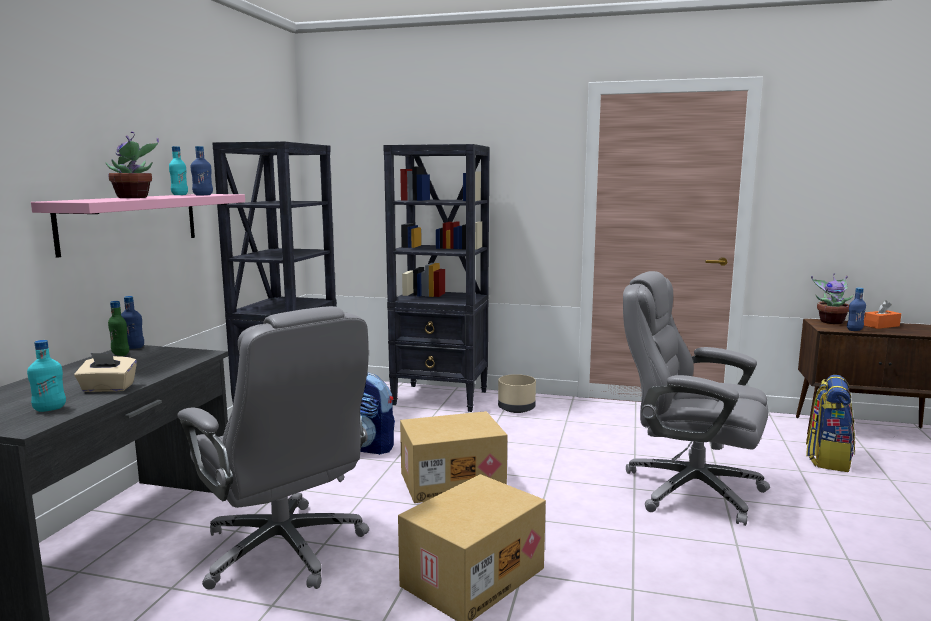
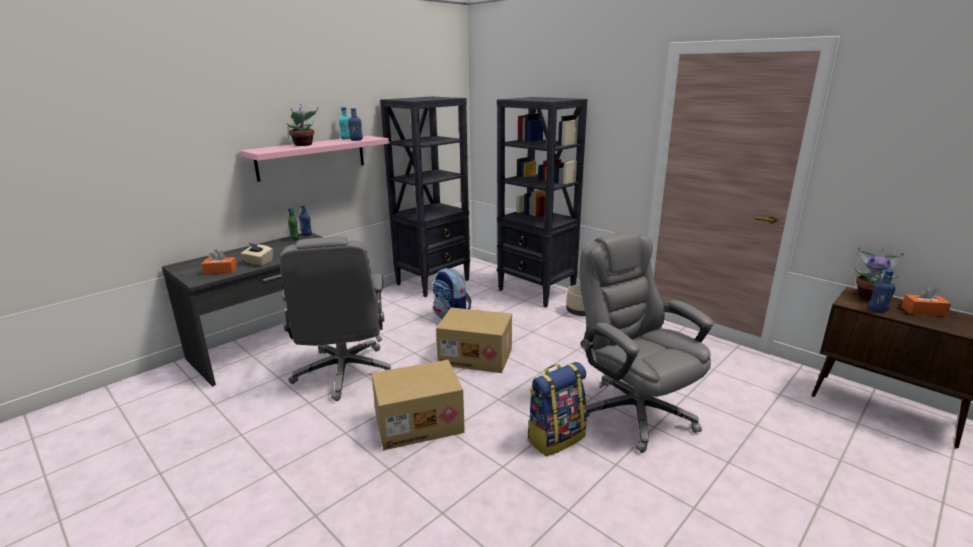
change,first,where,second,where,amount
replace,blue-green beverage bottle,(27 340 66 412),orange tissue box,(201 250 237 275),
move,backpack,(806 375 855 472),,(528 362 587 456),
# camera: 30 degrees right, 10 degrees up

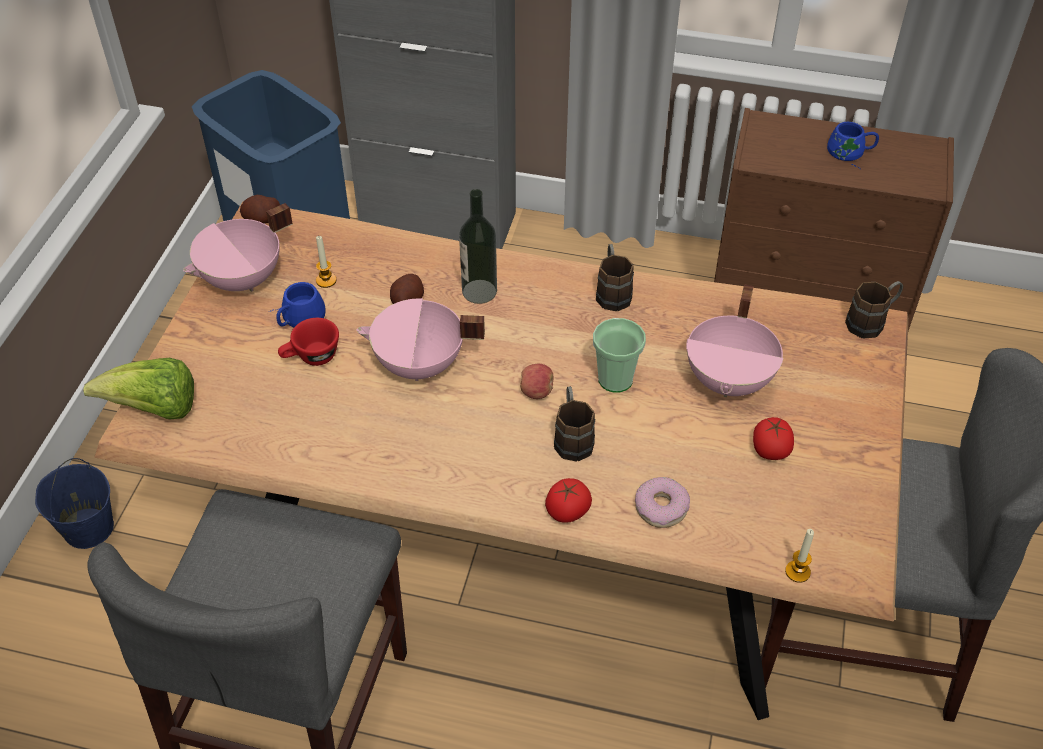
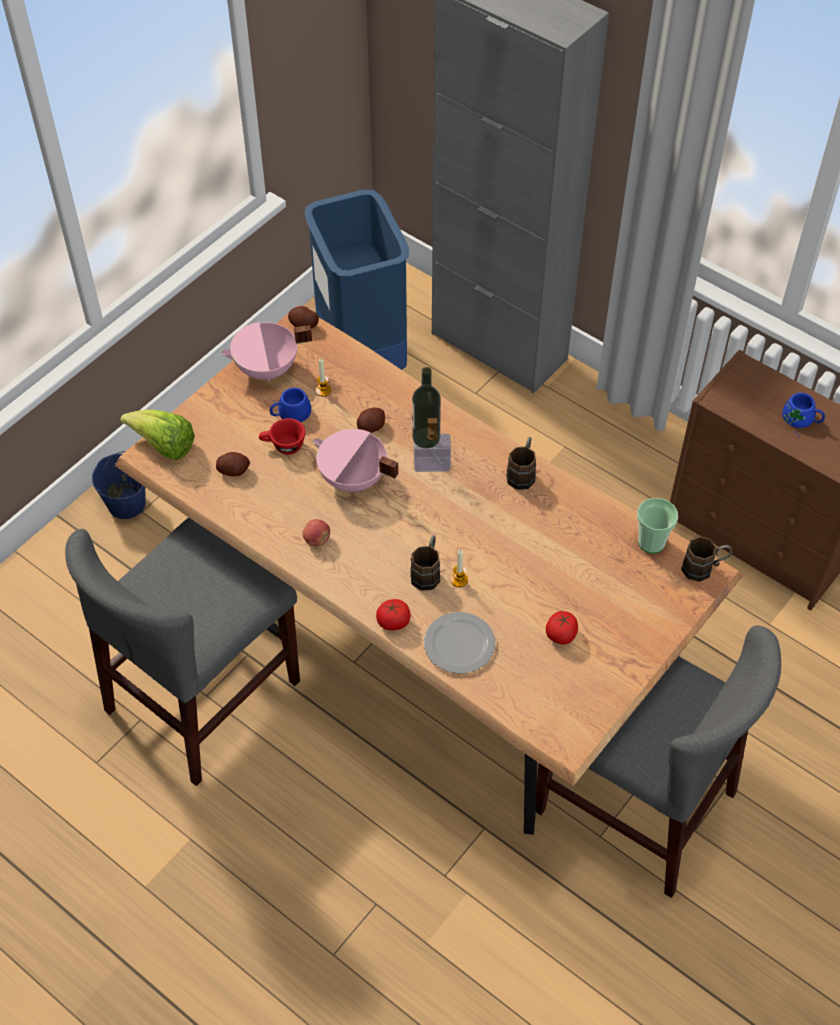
change,first,where,second,where,amount
delete,pink-coloured cooking pot,(686 284 784 397),,,
move,cup,(593 318 646 393),,(637 498 678 554),
move,apple,(520 364 553 399),,(302 519 330 547),
replace,ring doughnut,(635 477 690 528),dinner plate,(424 612 495 674),
move,candle,(785 529 814 583),,(451 550 468 587),
insert,,,soap dispenser,(414 418 451 472),
insert,,,whole potato,(216 452 250 476),
# camera: 25 degrees right, 5 degrees up

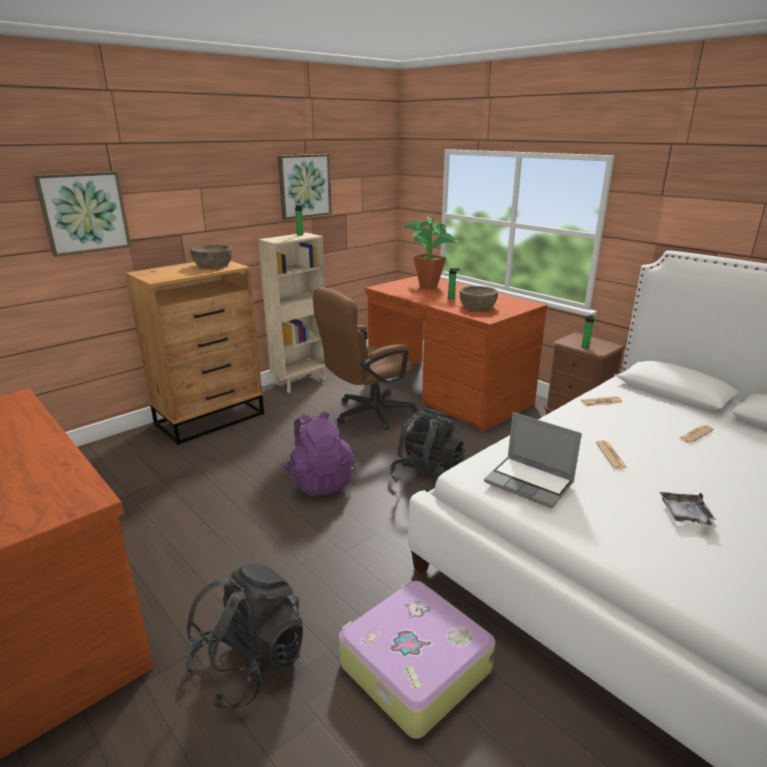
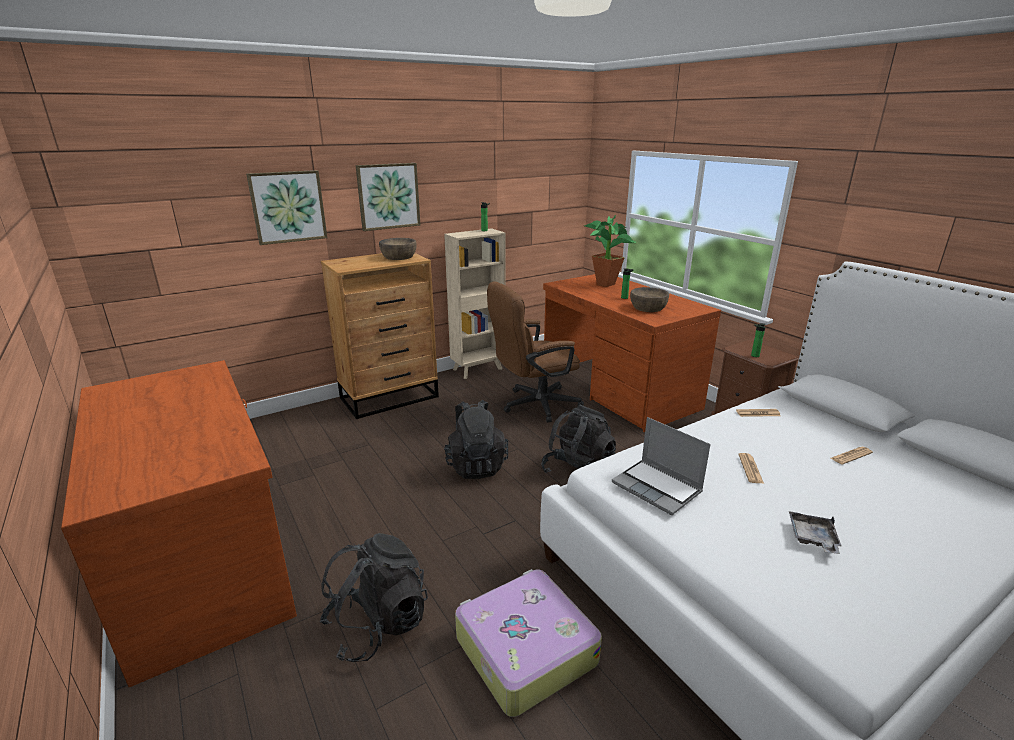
change,first,where,second,where,amount
move,wall art,(278 154 332 220),,(356 163 420 231),
recolor,purple-coloured backpack,(284 411 355 496),blackish backpack,(444 400 508 479),
# camera: 10 degrees right, 0 degrees up

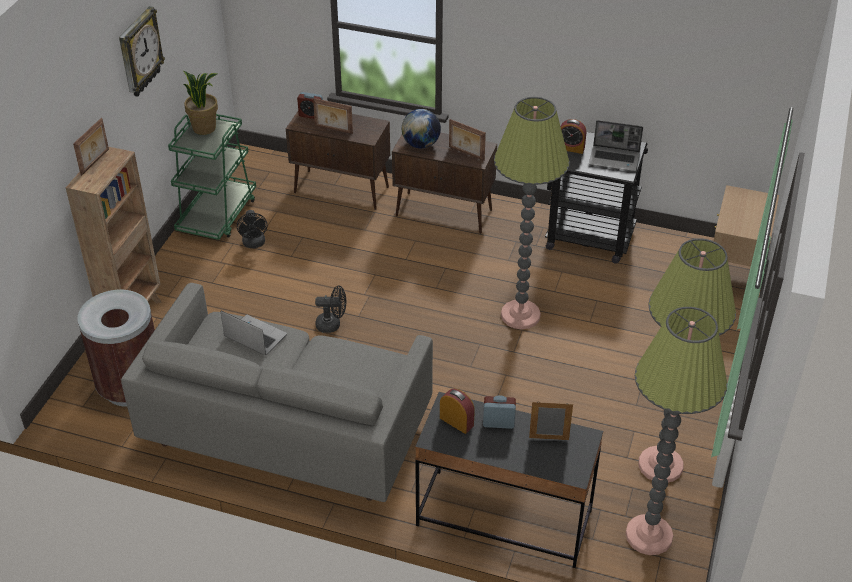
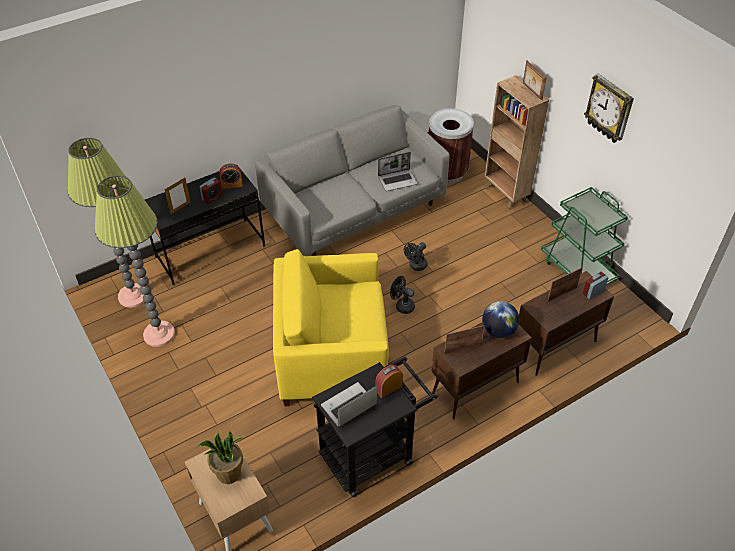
change,first,where,second,where,amount
move,houseplant,(184 71 218 135),,(198 430 243 484),
replace,floor lamp,(494 97 569 329),yellowish armchair,(273 249 389 406),
move,blackish cooling fan,(237 210 268 248),,(390 276 415 314),
# camera: 130 degrees right, 5 degrees up

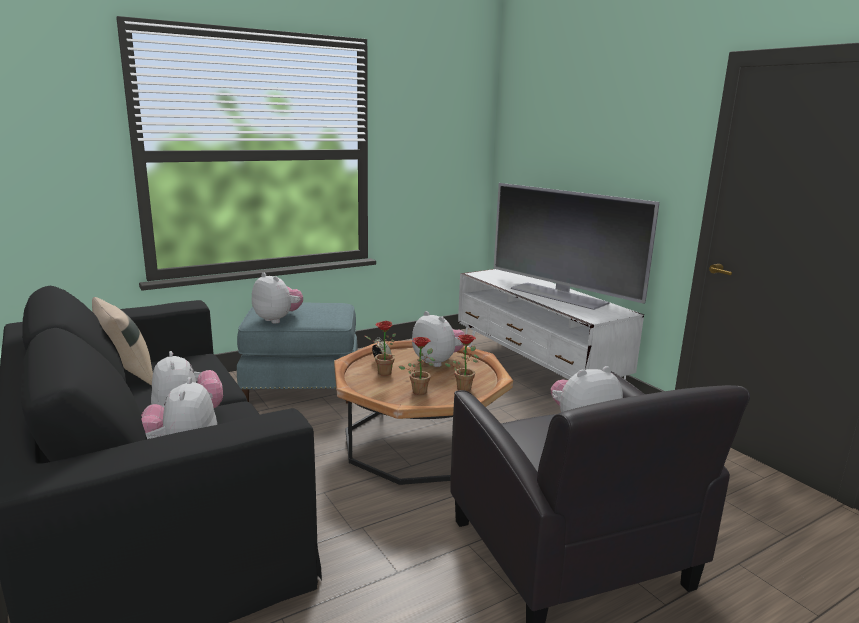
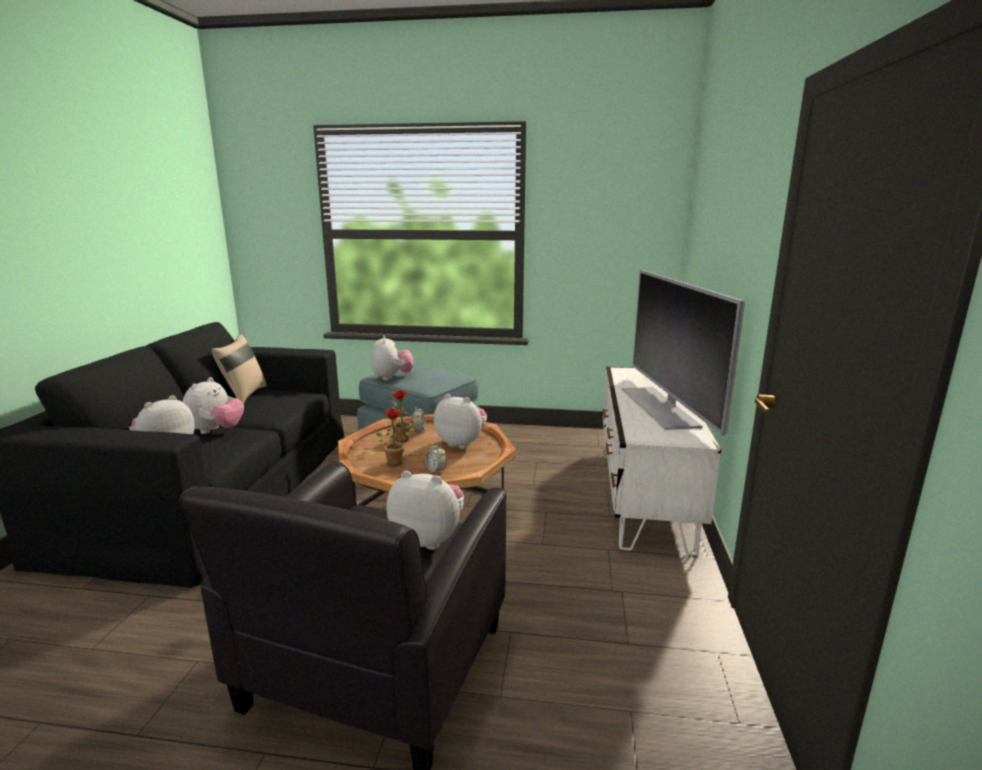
change,first,where,second,where,amount
rotate,cuddly toy,(412 311 465 367),,(434 394 487 449),60 degrees counterclockwise
replace,houseplant,(445 335 479 391),bedside clock,(425 442 447 474),
# camera: 40 degrees right, 0 degrees up

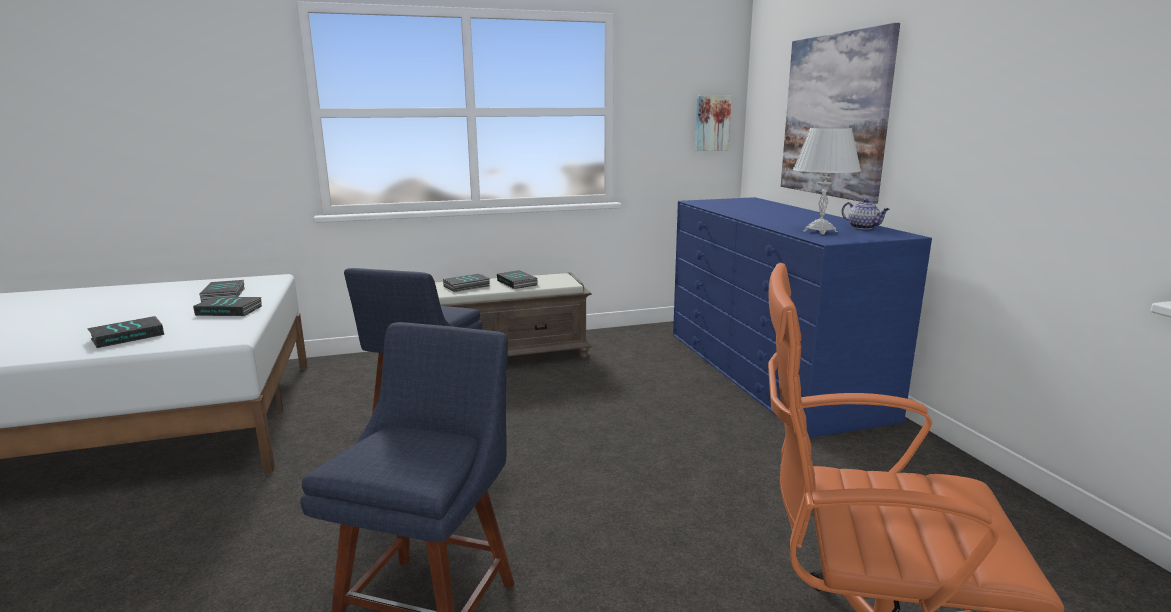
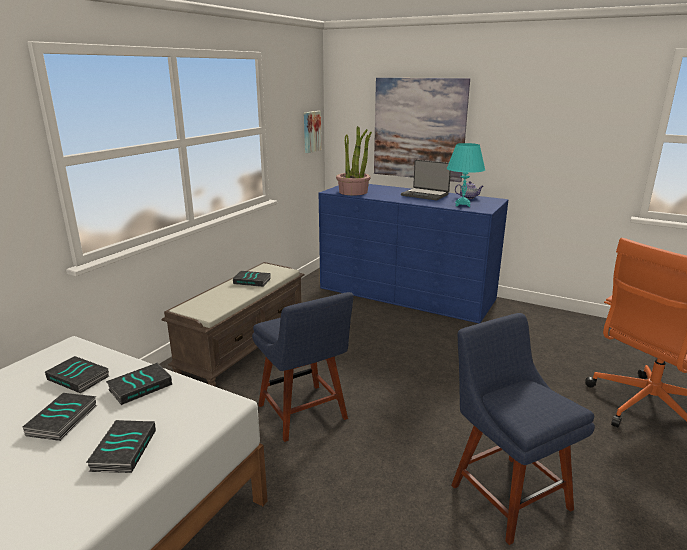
change,first,where,second,where,amount
recolor,whitish table lamp,(793 128 861 235),blue-green table lamp,(447 143 485 207),
move,bound book,(443 274 490 292),,(23 393 98 441),
insert,,,houseplant,(336 126 372 195),
insert,,,laptop,(401 160 451 200),
# camera: 45 degrees left, 5 degrees up

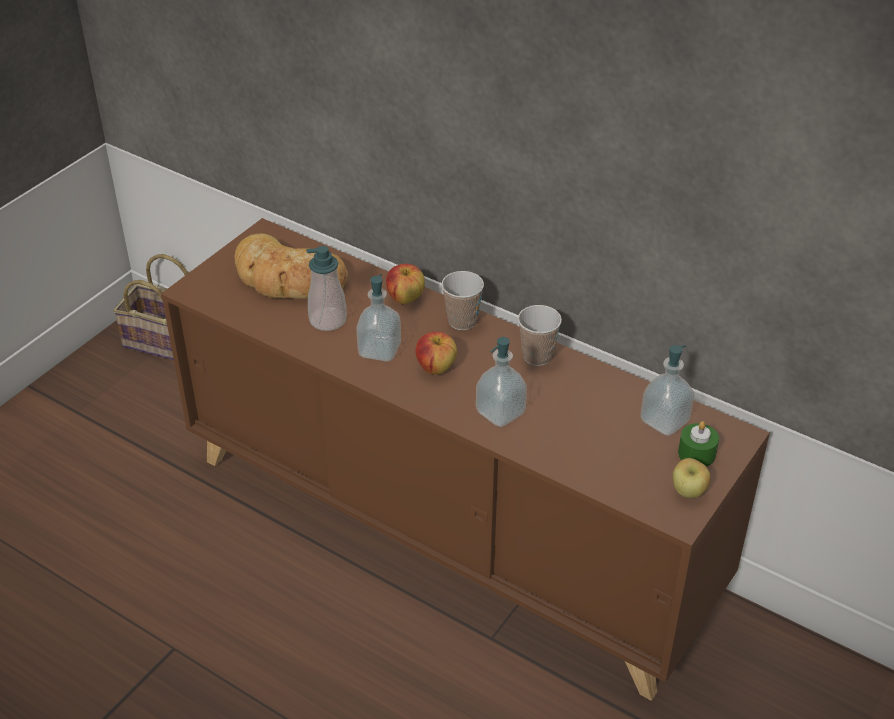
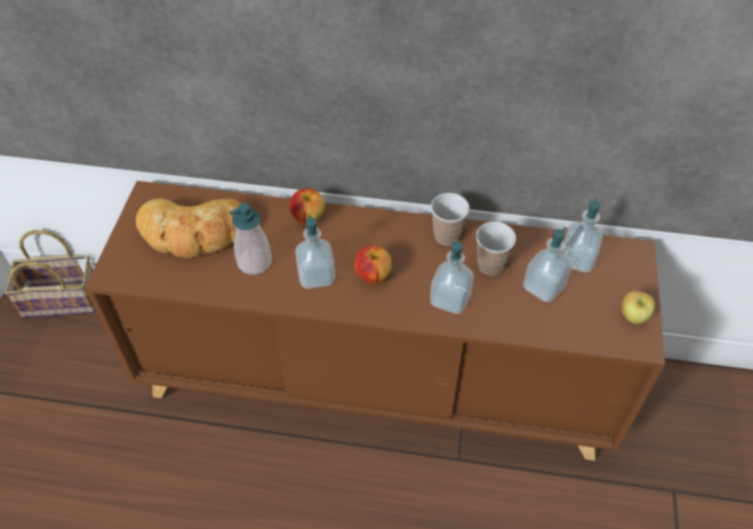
change,first,where,second,where,amount
move,cup,(442 271 484 330),,(476 222 516 275),
delete,greenish candle,(678 421 719 467),,,
insert,,,soap dispenser,(523 228 571 302),
# camera: 25 degrees left, 10 degrees up

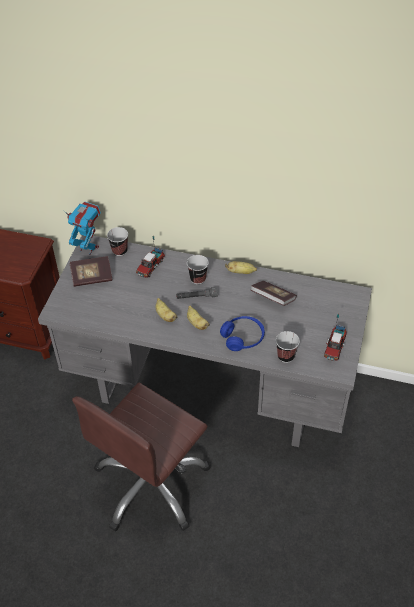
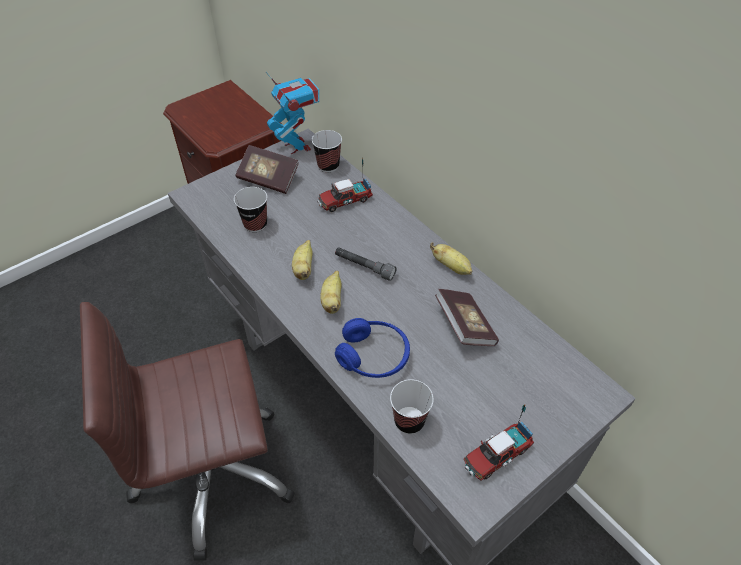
change,first,where,second,where,amount
move,cup,(187 255 209 284),,(234 187 267 232),
# camera: 35 degrees right, 0 degrees up

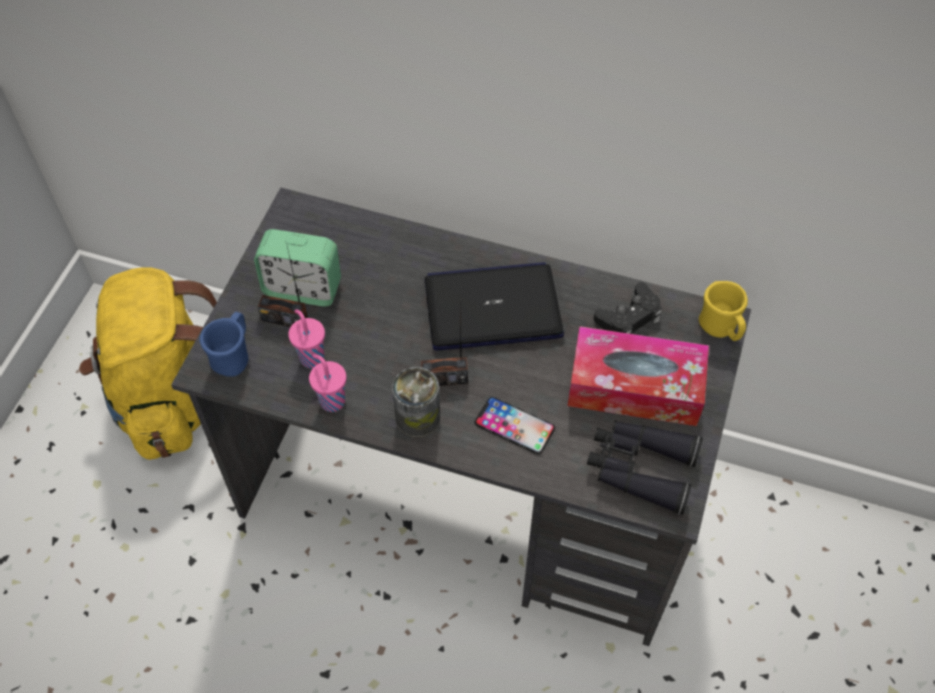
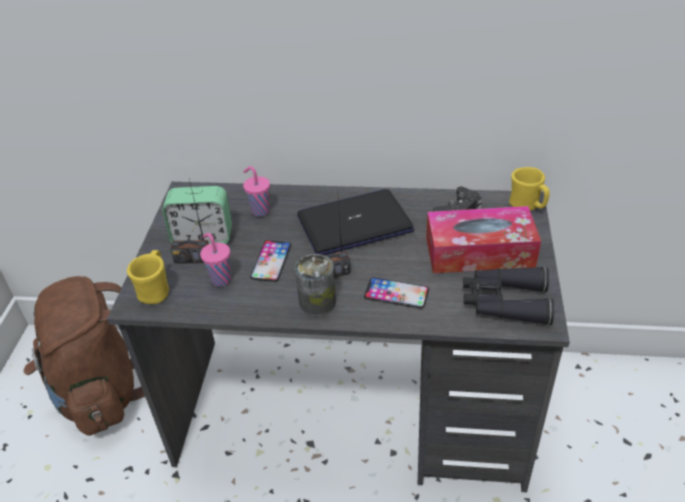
change,first,where,second,where,amount
recolor,yellowish backpack,(79 267 217 460),brownish backpack,(23 276 145 436),
recolor,blue tea mug,(199 312 248 377),yellowish tea mug,(127 250 169 304),
move,pink-coloured cup,(309 354 346 412),,(243 166 270 217),
insert,,,telephone,(250 240 291 282),
# camera: 10 degrees left, 15 degrees down

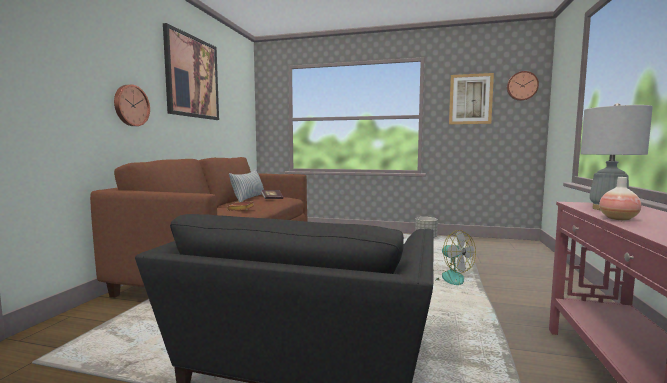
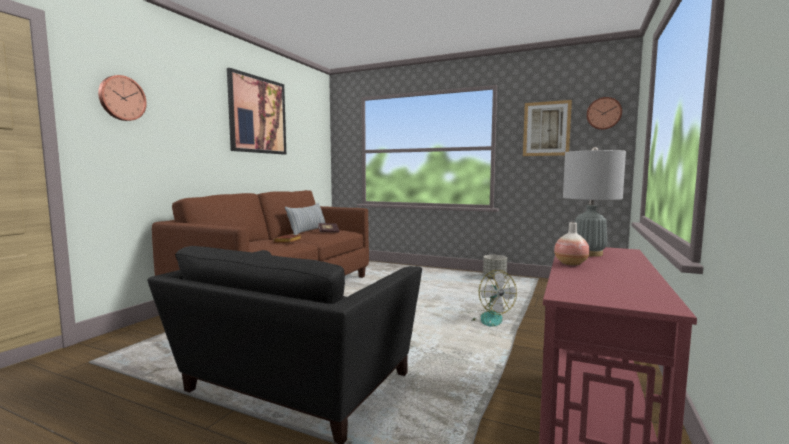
change,first,where,second,where,amount
move,wall clock,(114 85 150 126),,(98 75 147 121),
# camera: 10 degrees right, 0 degrees up

